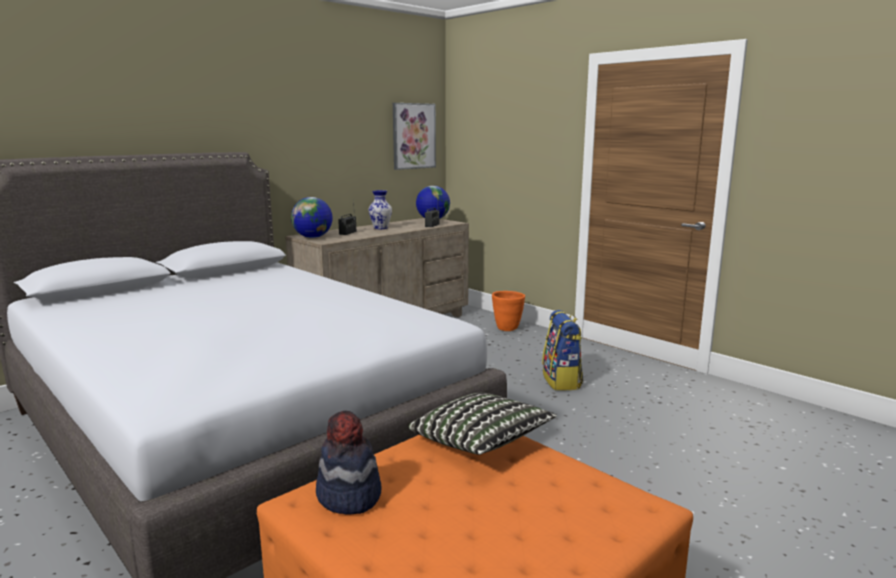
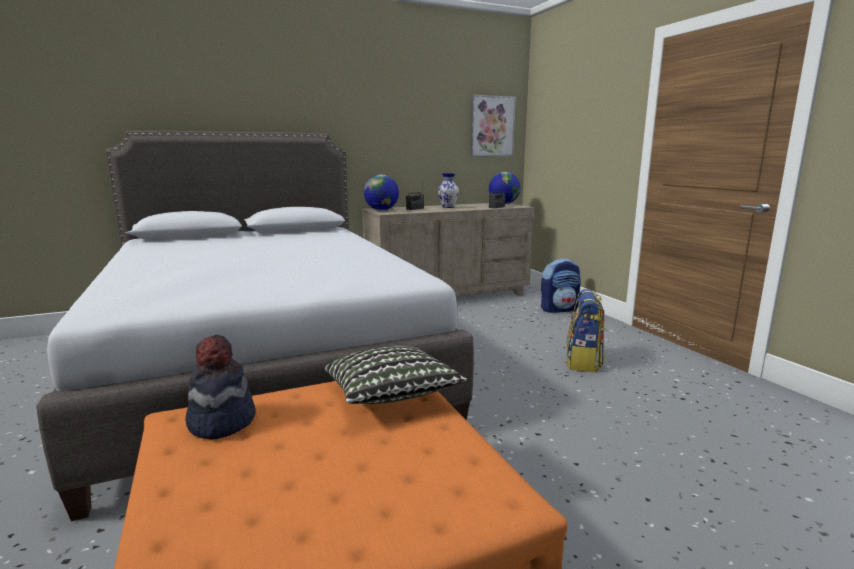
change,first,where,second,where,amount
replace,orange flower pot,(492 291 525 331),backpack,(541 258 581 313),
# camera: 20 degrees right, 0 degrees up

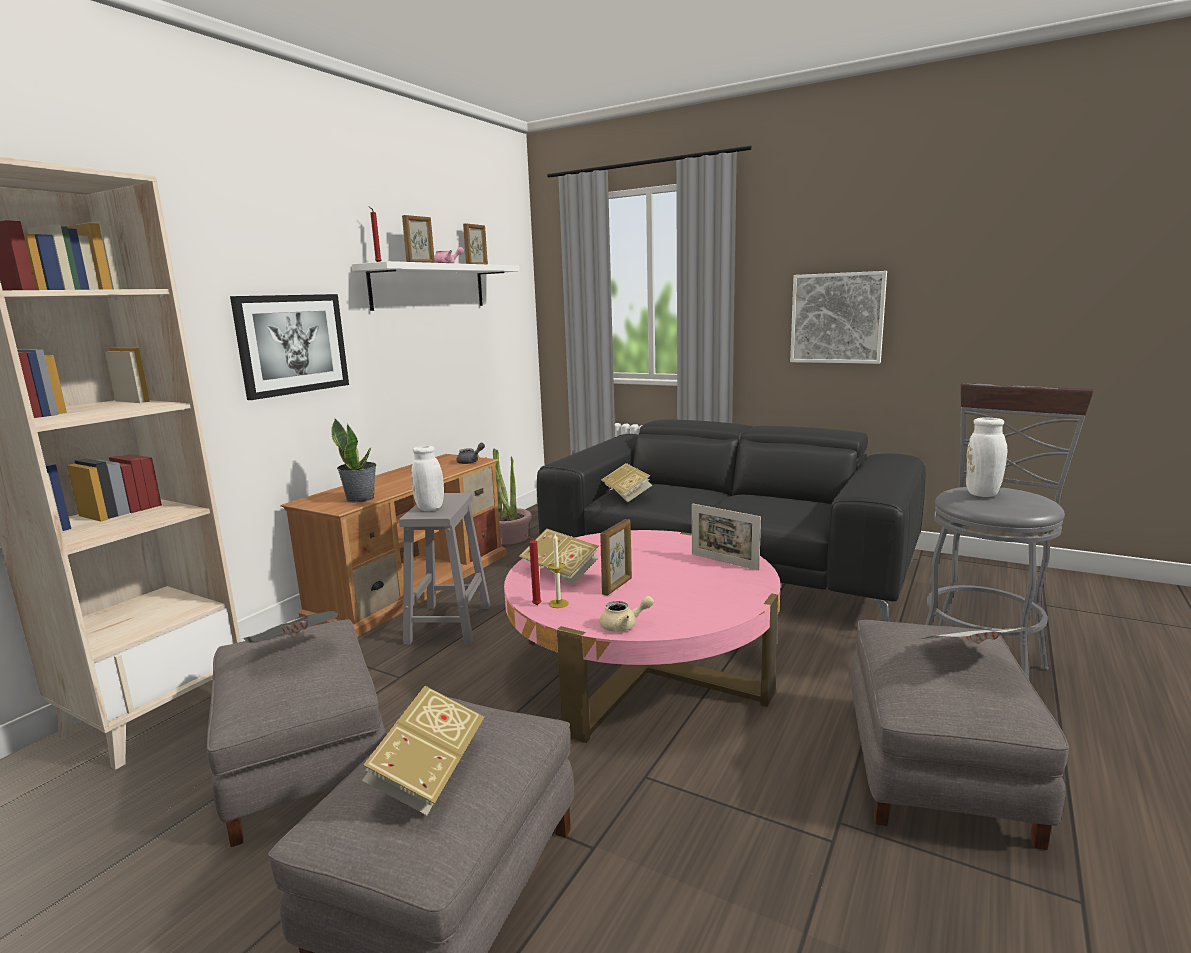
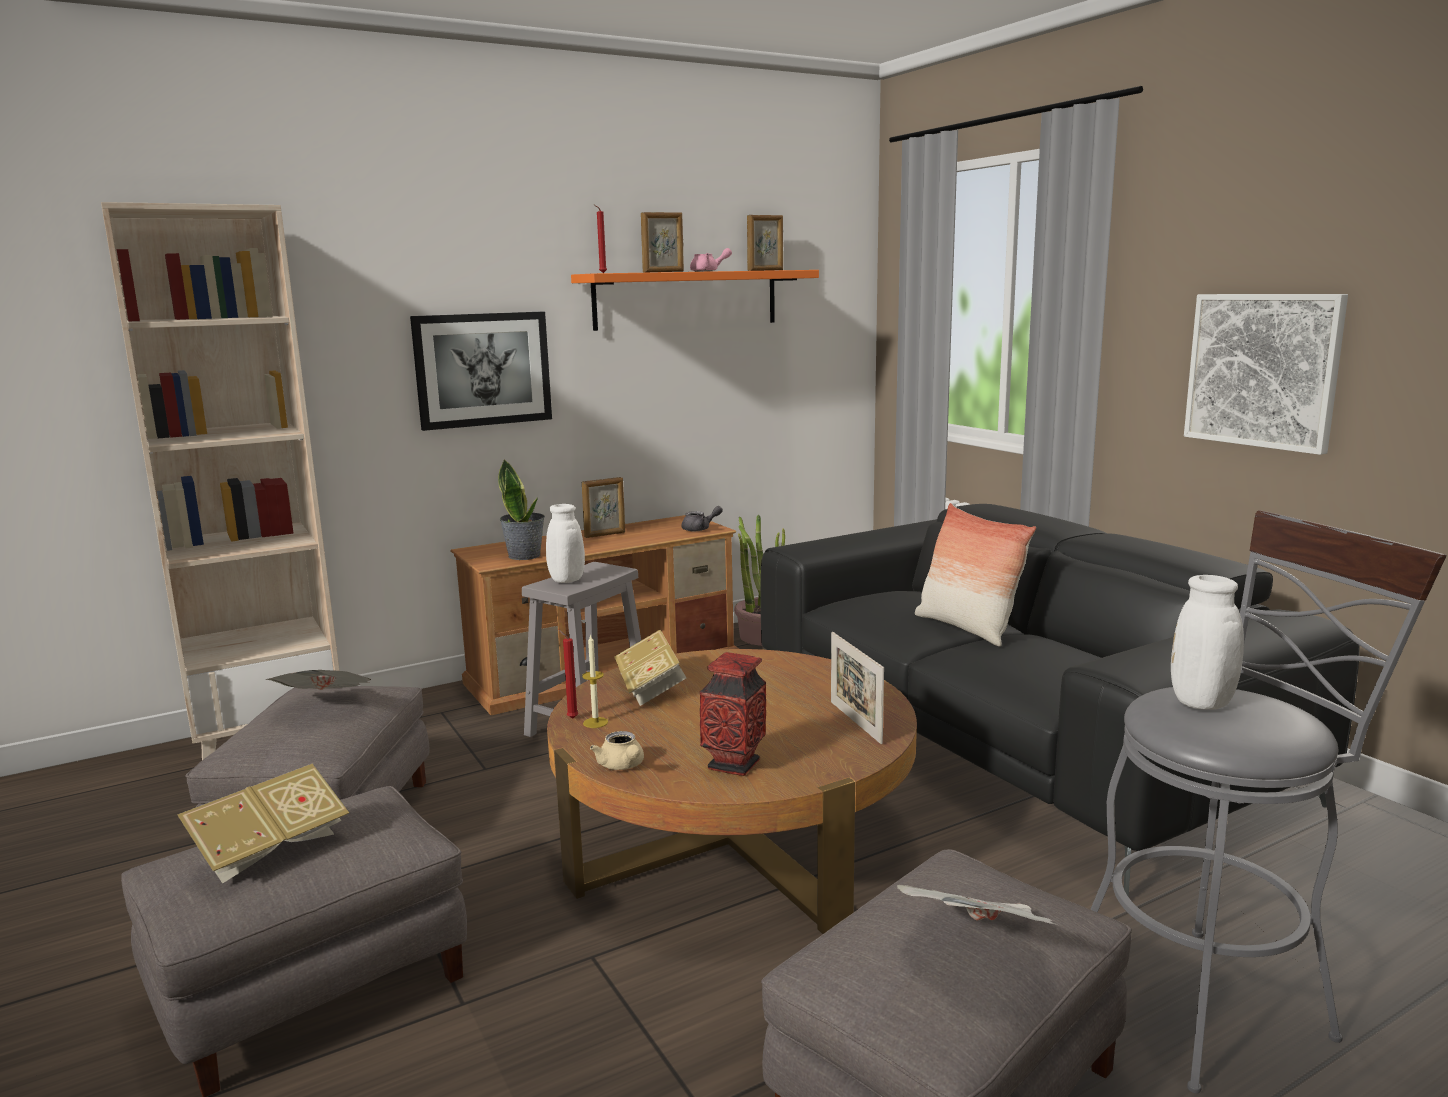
change,first,where,second,where,amount
recolor,whitish wall shelf,(352 261 519 311),orange wall shelf,(571 270 819 331),
delete,bound book,(601 463 652 502),,,
move,standing frame,(600 519 632 596),,(582 477 625 538),
recolor,pink-coloured low table,(504 530 781 743),brownish low table,(547 649 917 934),
rotate,beige-coloured pot for tea,(600 596 654 632),,(590 731 644 770),45 degrees clockwise
insert,,,cushion,(915 503 1036 647),
insert,,,decorative vase,(700 652 766 776),
# camera: 30 degrees right, 0 degrees up

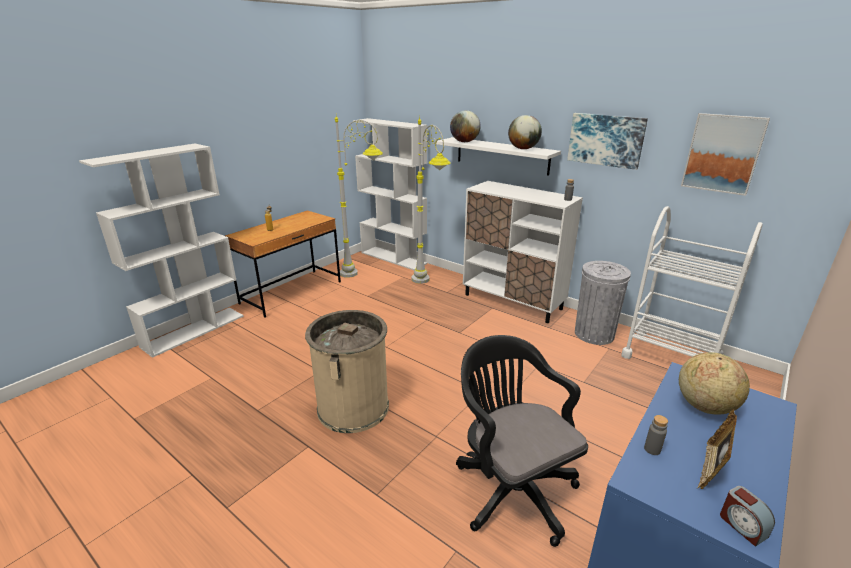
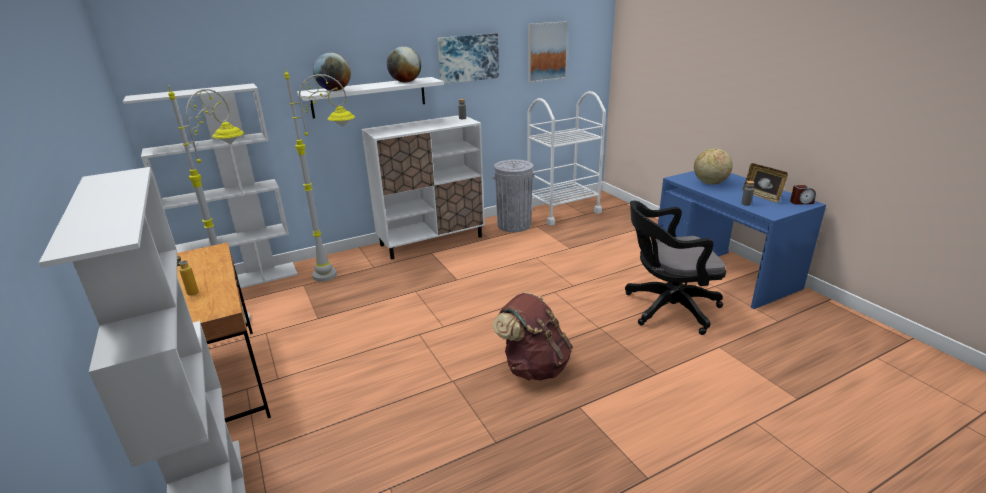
change,first,where,second,where,amount
replace,beige-coloured rubbish bin,(305 310 389 433),brownish backpack,(493 292 573 381),
# camera: 65 degrees left, 0 degrees up

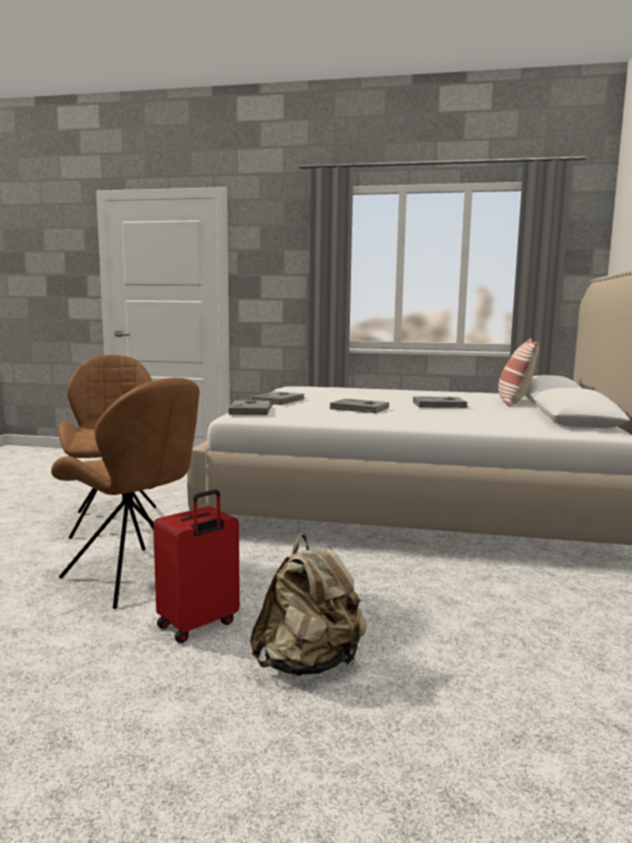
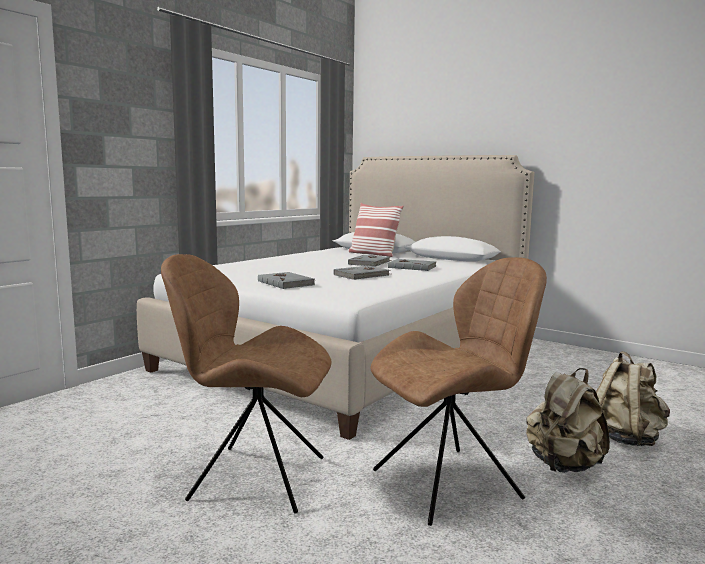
change,first,where,second,where,amount
move,grey bound book,(229 400 272 415),,(388 259 436 271),
replace,red suitcase,(153 489 240 643),beige-coloured backpack,(526 368 610 473),
# camera: 65 degrees left, 0 degrees up

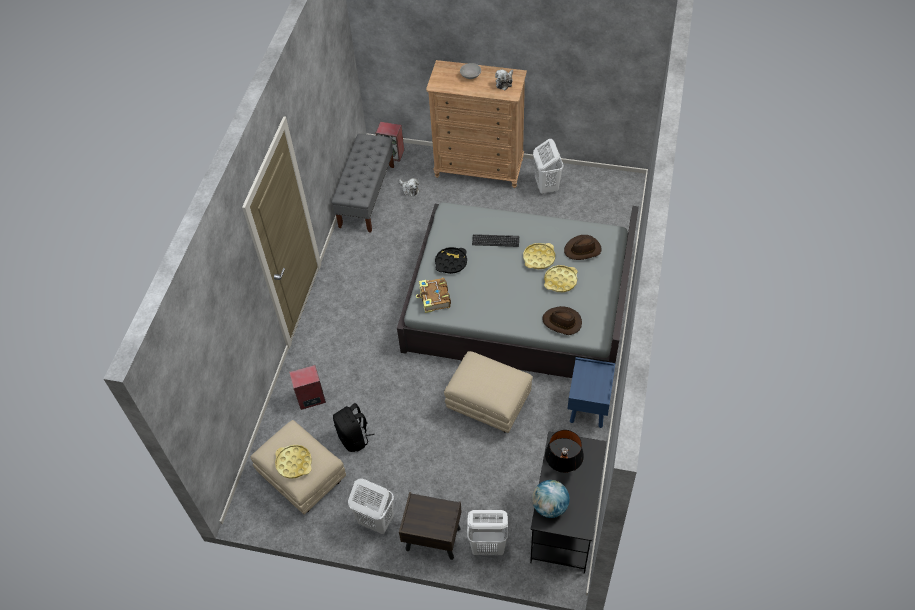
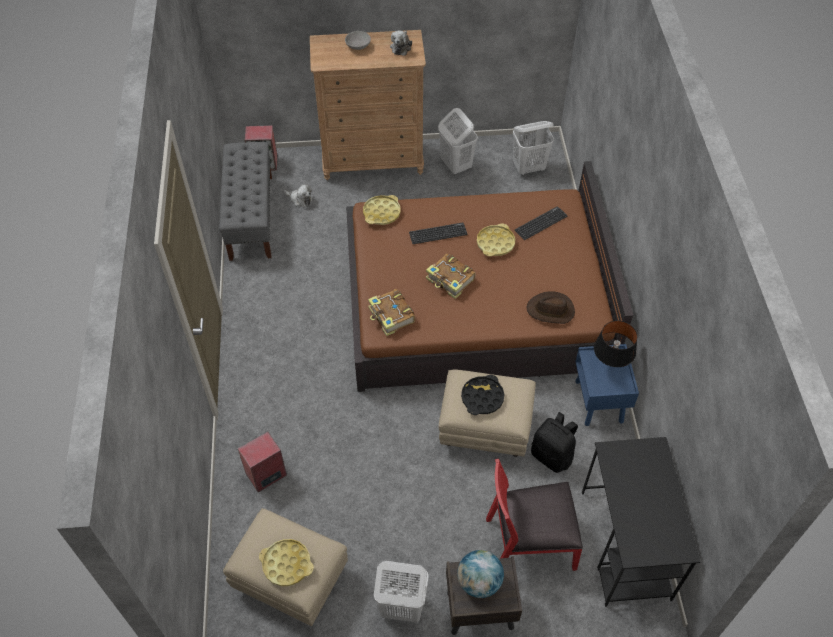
change,first,where,second,where,amount
recolor,grey bed,(397 203 639 378),brownish bed,(346 161 633 392),
replace,brownish wearable hat,(564 235 602 260),computer keyboard,(514 206 568 240),
move,blackish tray,(435 247 467 274),,(461 375 504 415),
move,yellowish tray,(544 265 577 292),,(363 195 401 225),
move,blackish backpack,(333 403 375 452),,(531 412 578 473),
move,blackish table lamp,(545 430 584 473),,(594 321 637 367),
move,world globe,(532 480 570 518),,(457 550 504 598),
move,whitish hamper,(467 510 508 555),,(513 121 554 175),
insert,,,bound book,(426 254 475 299),
insert,,,red upright chair,(486 459 583 571),
# camera: 20 degrees left, 0 degrees up

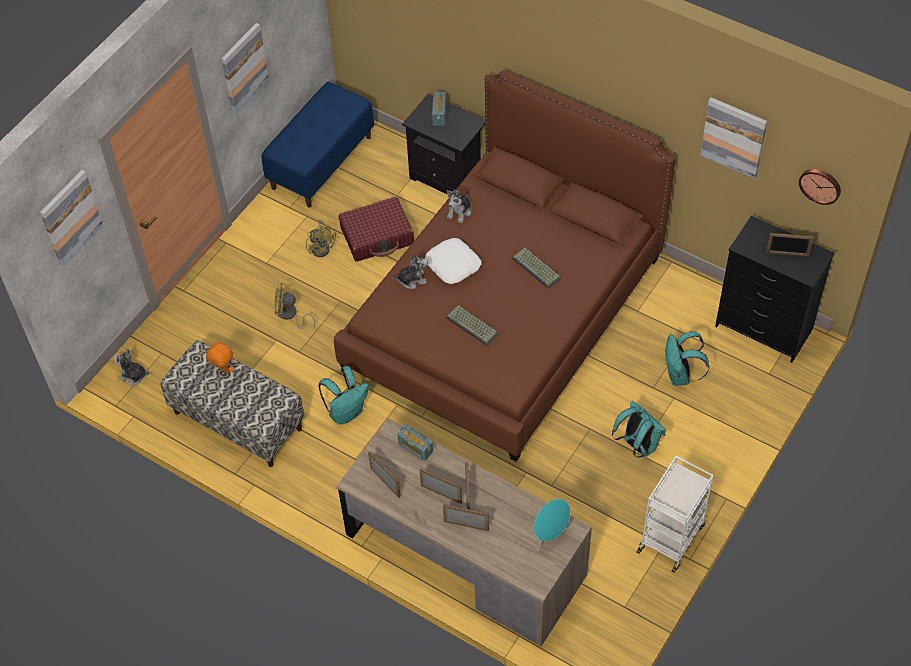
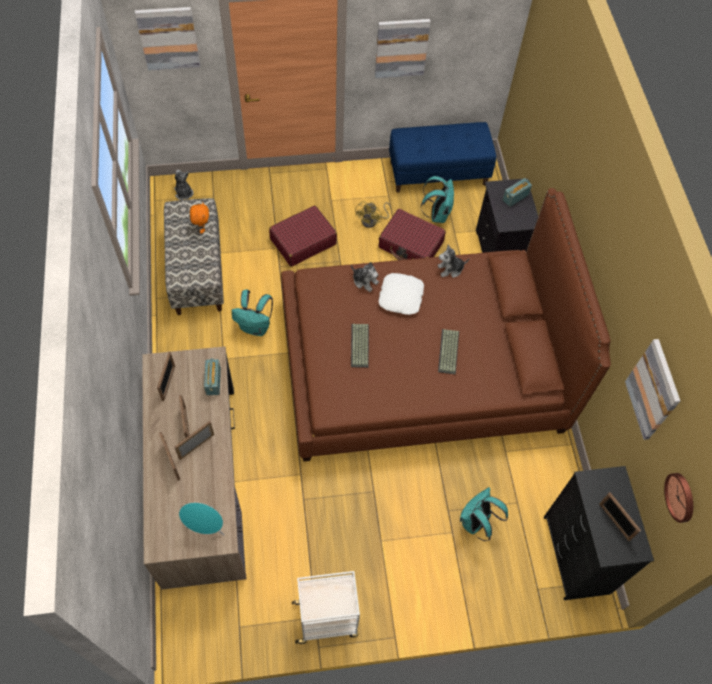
change,first,where,second,where,amount
replace,yellowish cooling fan,(274 282 315 329),red suitcase,(269 205 337 267),
move,blue-green backpack,(612 401 666 458),,(421 176 454 223),
# camera: 45 degrees right, 5 degrees up

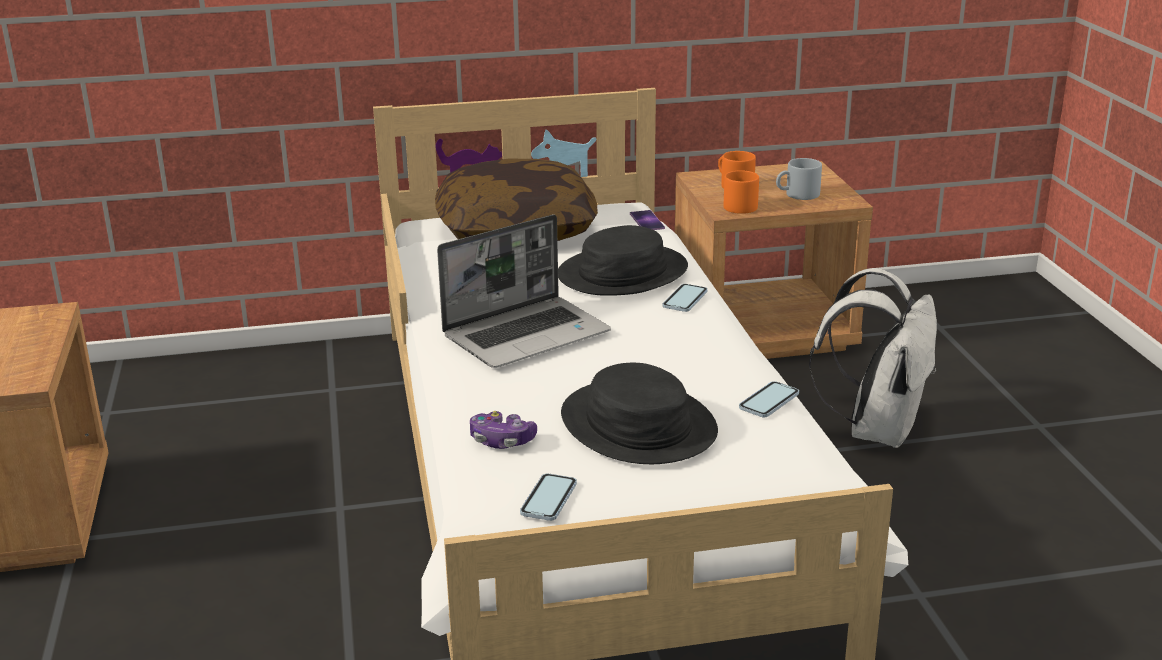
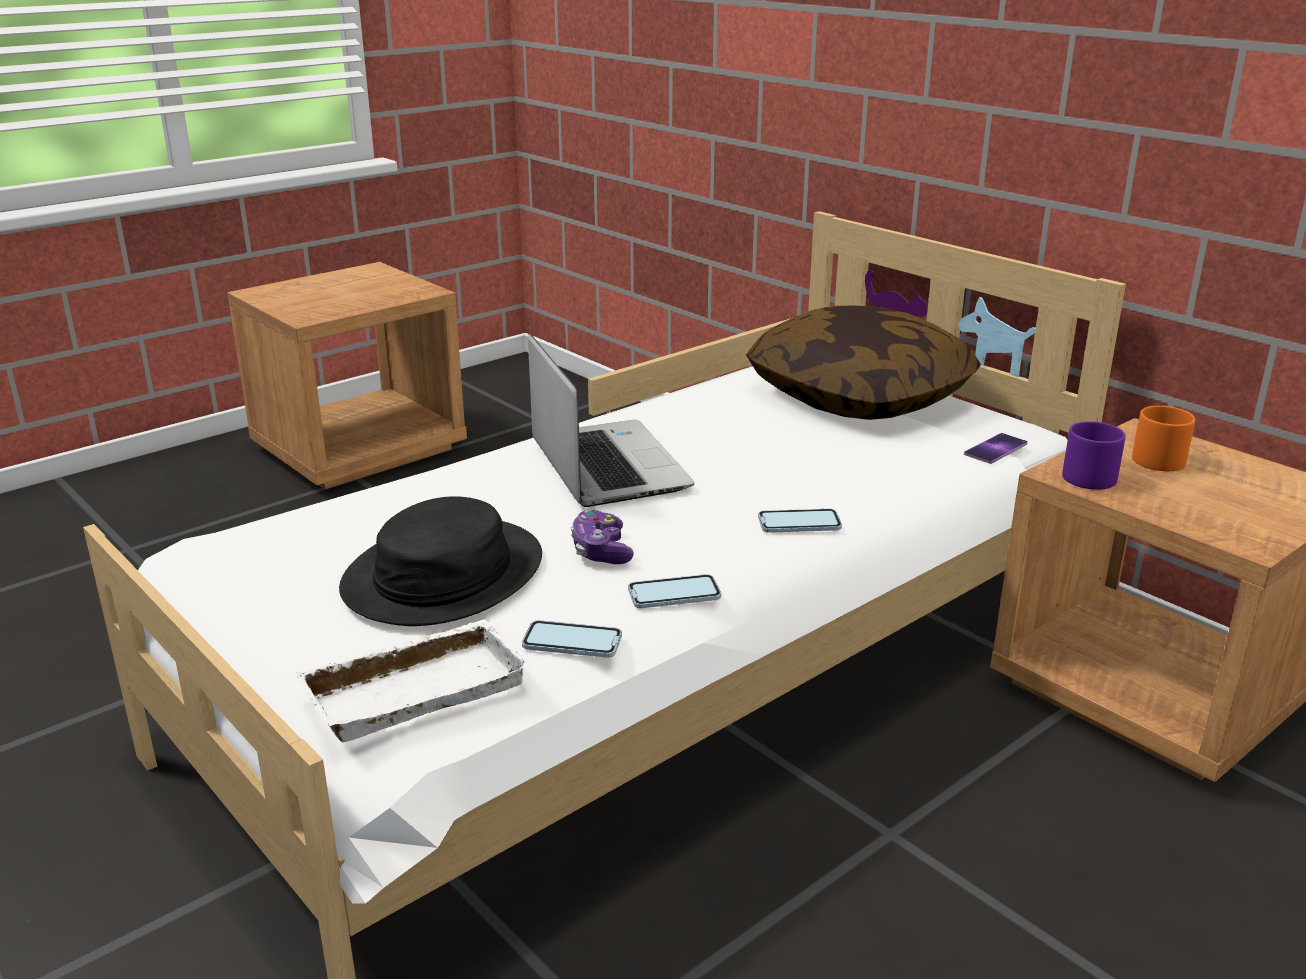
change,first,where,second,where,amount
delete,grey tea mug,(776 158 822 200),,,
recolor,orange tea mug,(724 170 759 214),purple-coloured tea mug,(1062 421 1126 490),
rotate,laptop,(437 214 611 368),,(528 334 694 507),135 degrees counterclockwise
delete,blackish wearable hat,(558 225 688 296),,,
delete,whitish backpack,(809 268 937 448),,,
move,gamepad,(470 411 537 449),,(571 510 634 564),
move,telephone,(520 474 577 521),,(628 574 721 608),
insert,,,whitish tray,(295 619 530 742),
# camera: 60 degrees right, 0 degrees up

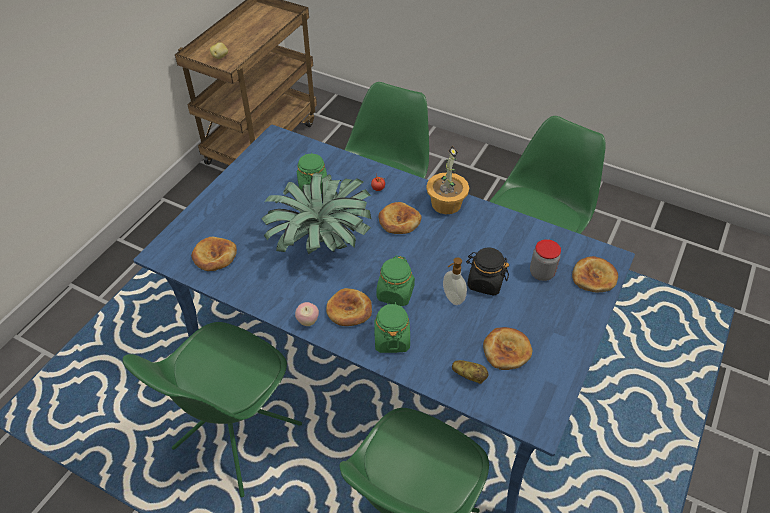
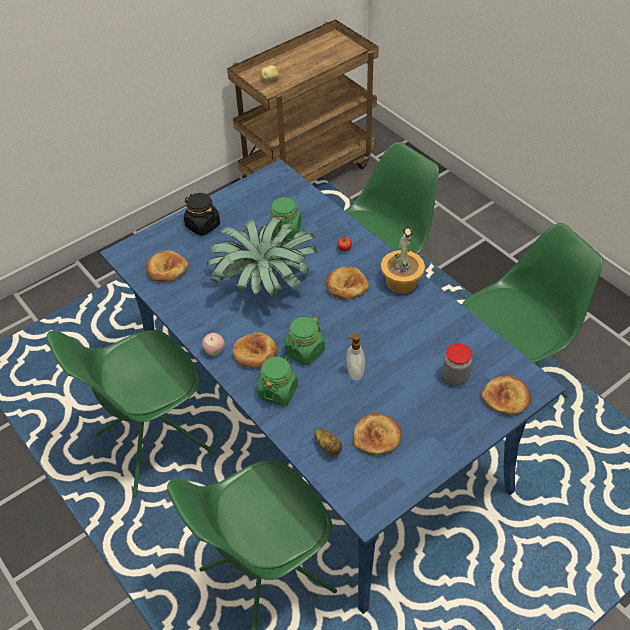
change,first,where,second,where,amount
move,blackish preserve jar,(466 248 509 296),,(184 193 220 236),
# camera: 25 degrees right, 0 degrees up

